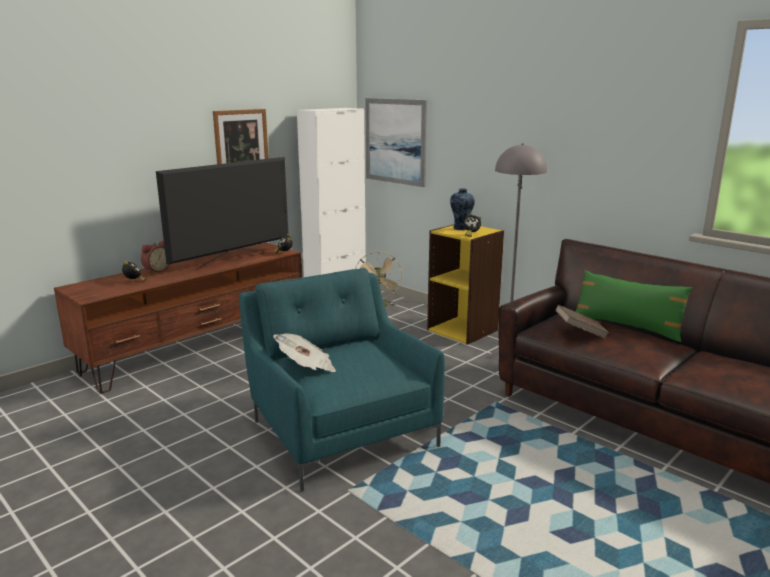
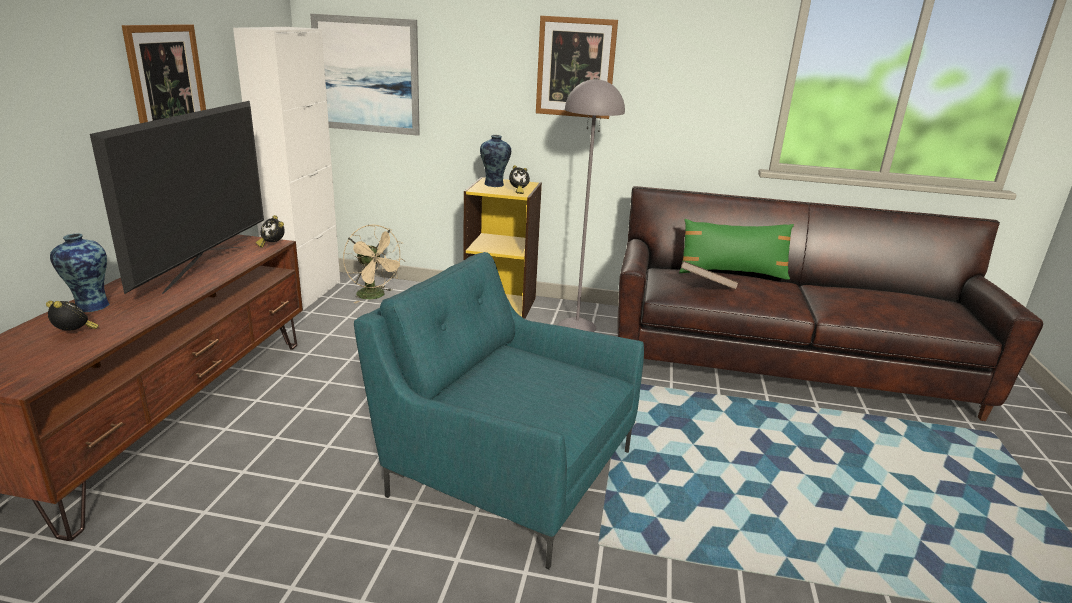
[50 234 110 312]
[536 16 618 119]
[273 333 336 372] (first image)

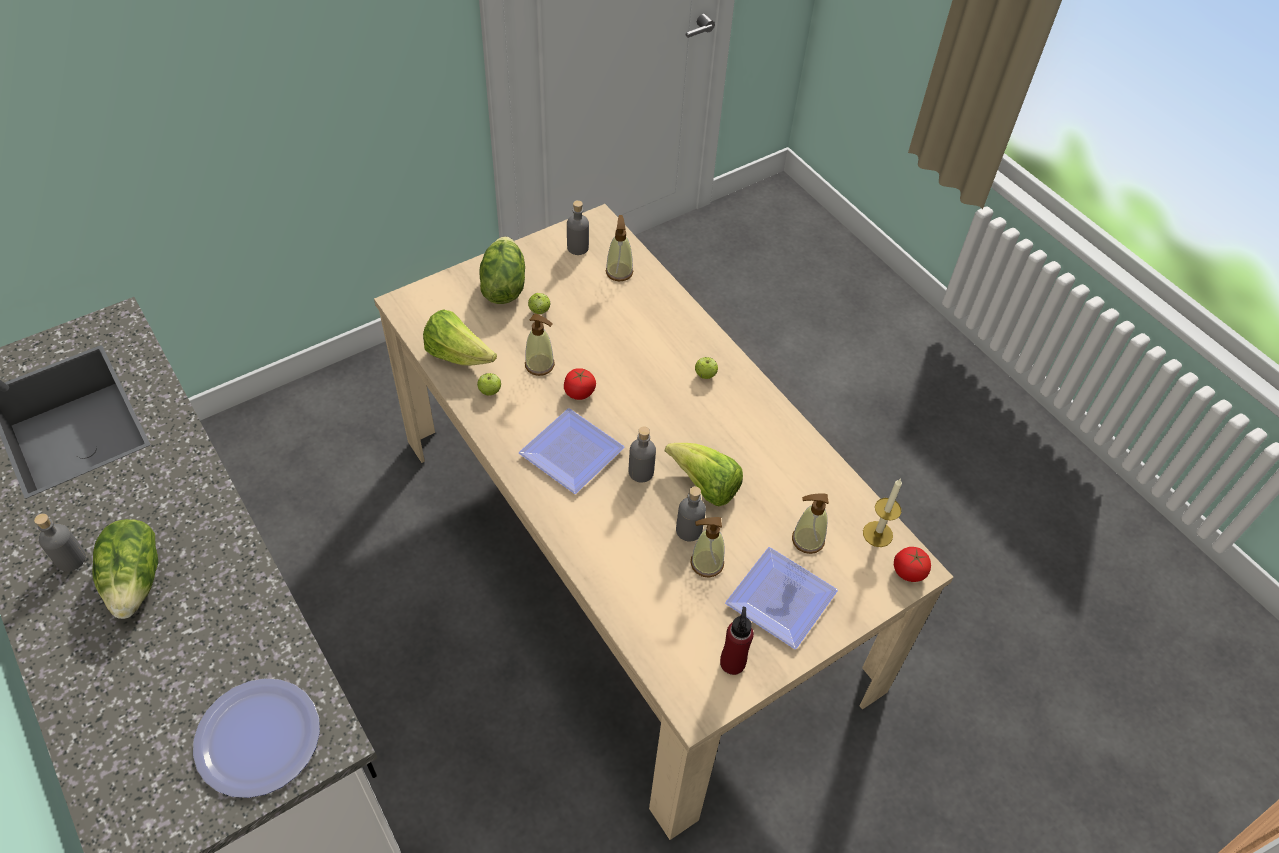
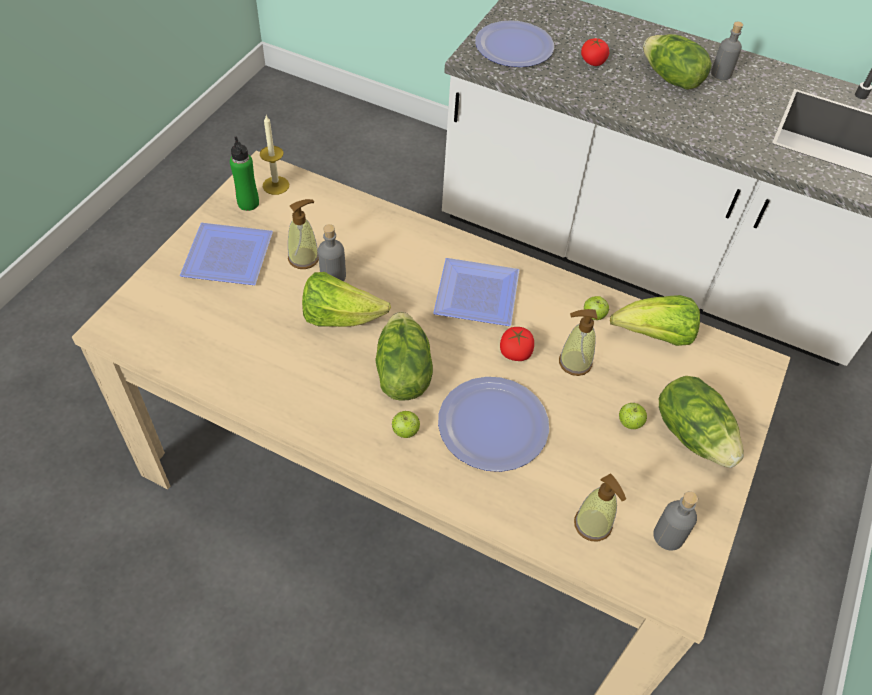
[230 136 259 211]
[260 115 289 195]
[375 312 433 401]
[438 377 549 472]
[581 38 609 66]
[629 426 656 482] (first image)
[792 493 829 554] (first image)

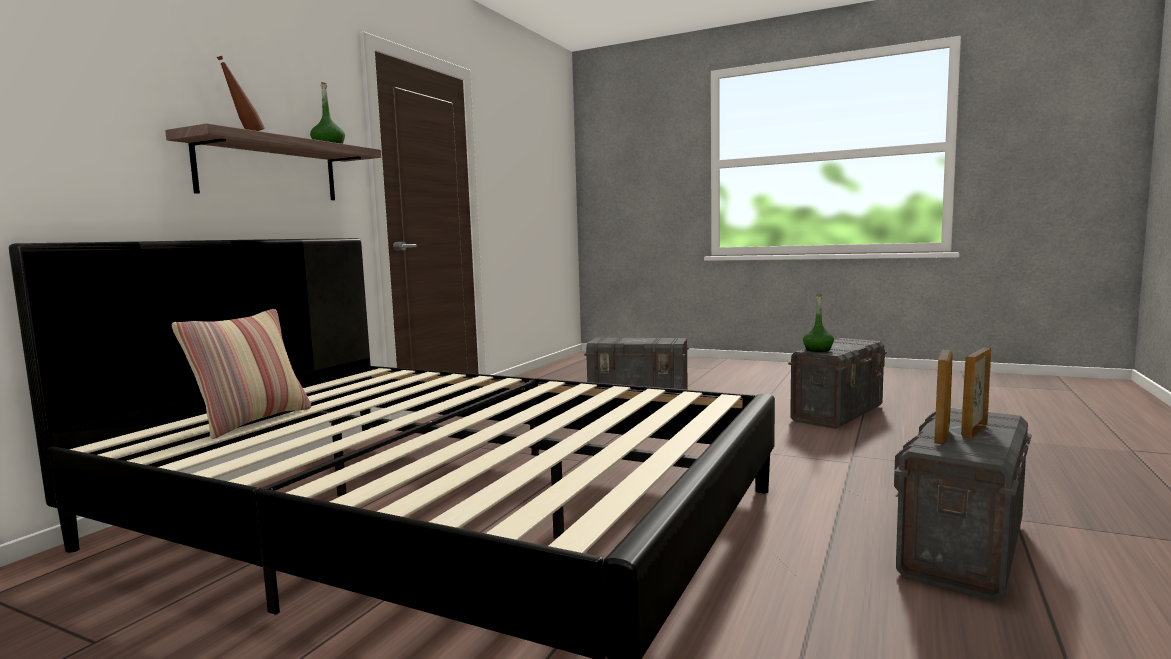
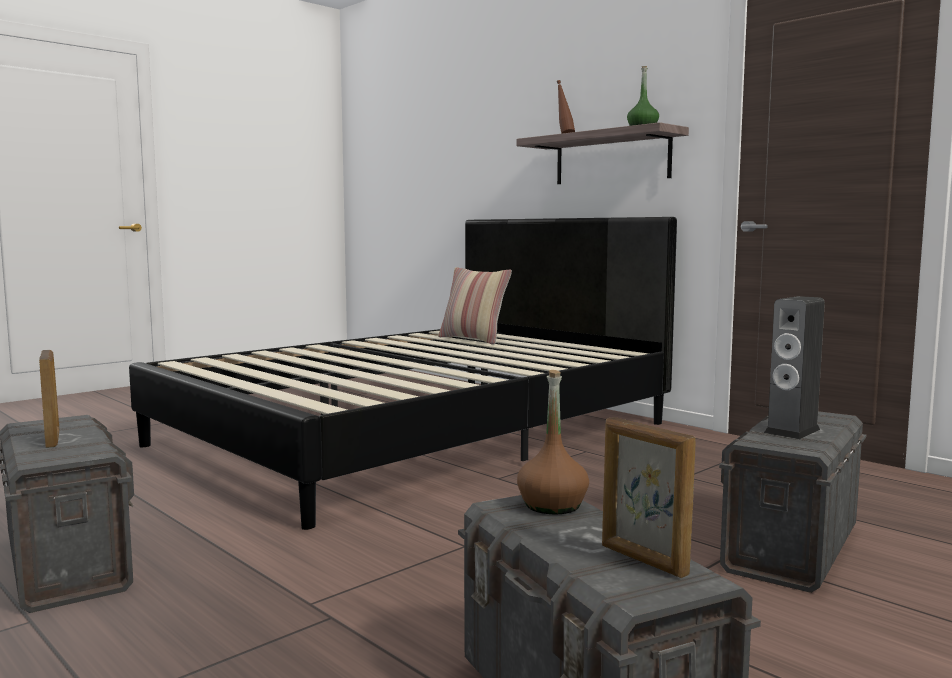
[517 370 589 514]
[602 417 696 578]
[764 296 825 439]

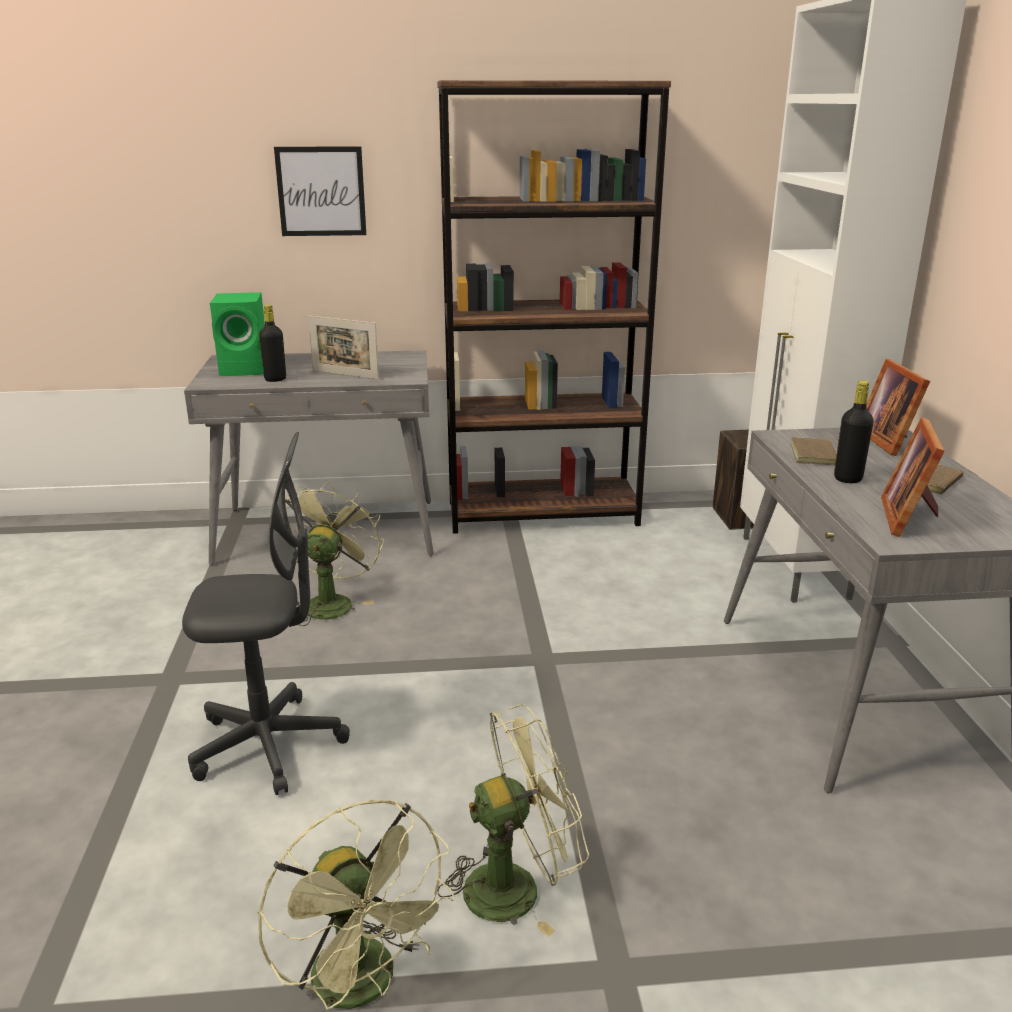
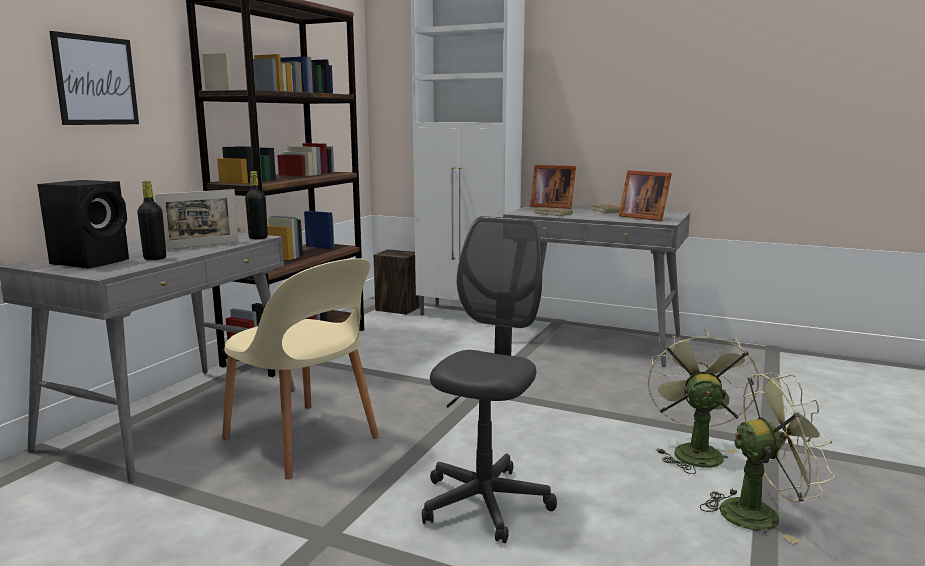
[37 180 129 268]
[222 258 379 479]
[245 171 268 239]

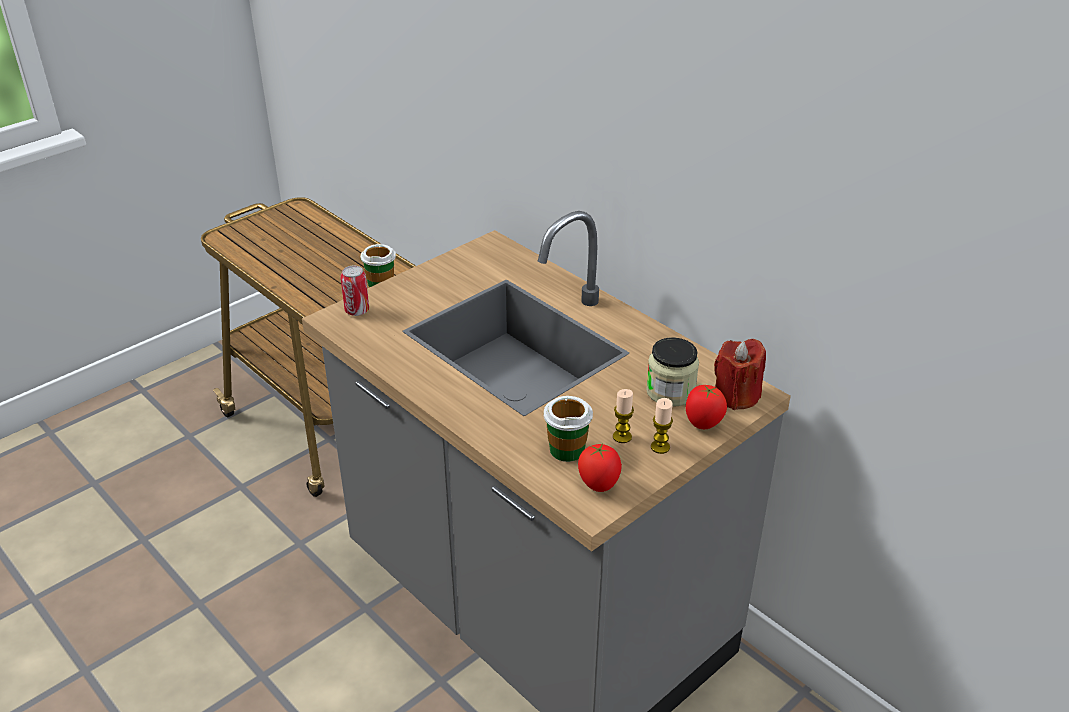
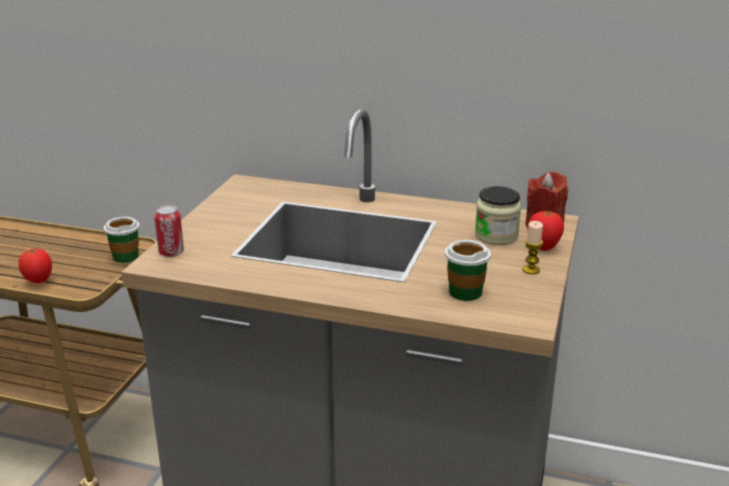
[18 248 52 283]
[613 389 634 443] (first image)

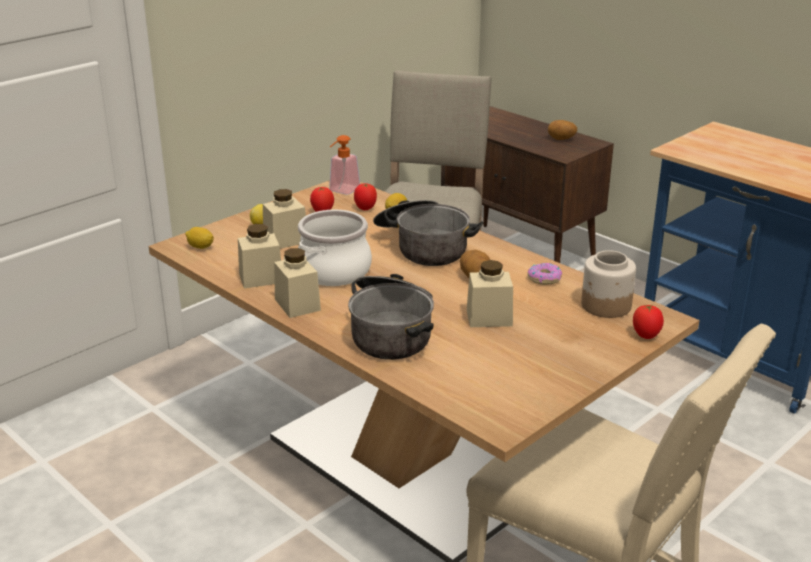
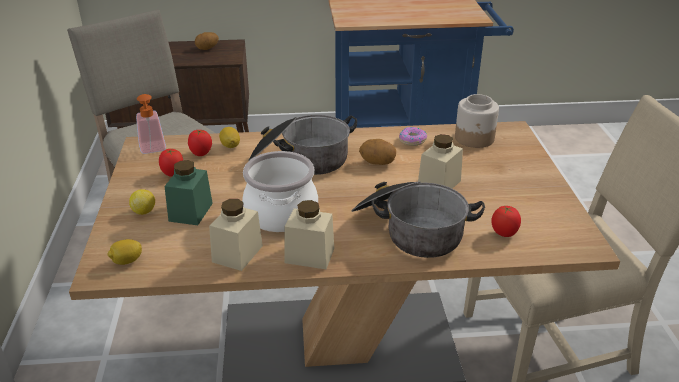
[164 160 213 225]
[492 205 521 237]

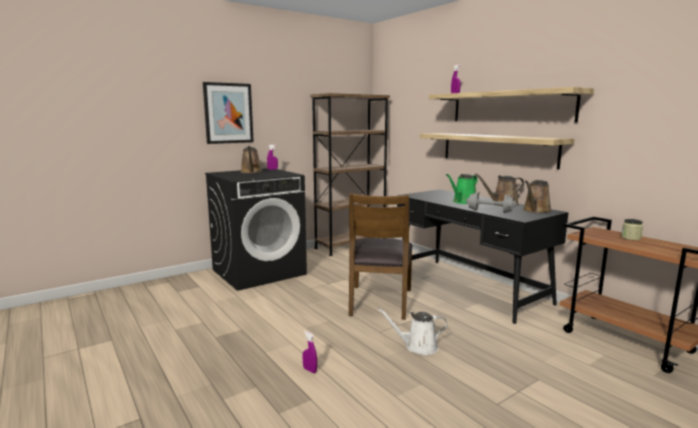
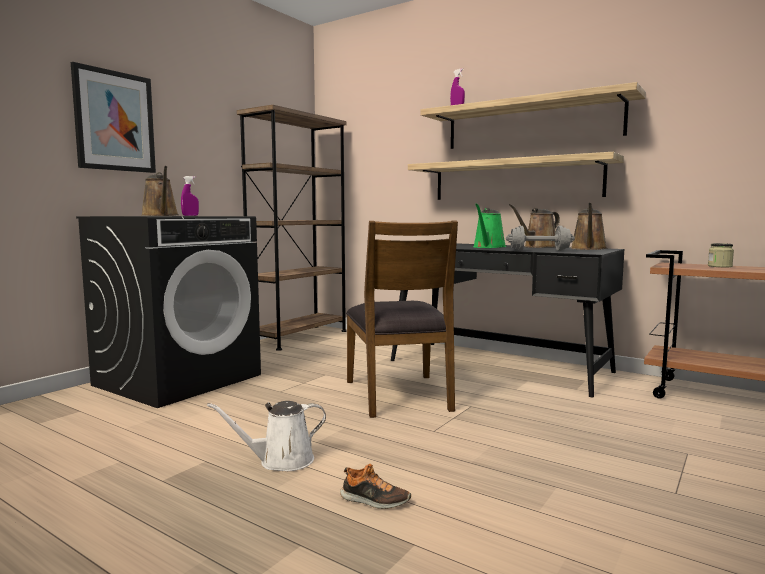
[207 401 326 471]
[340 464 411 509]

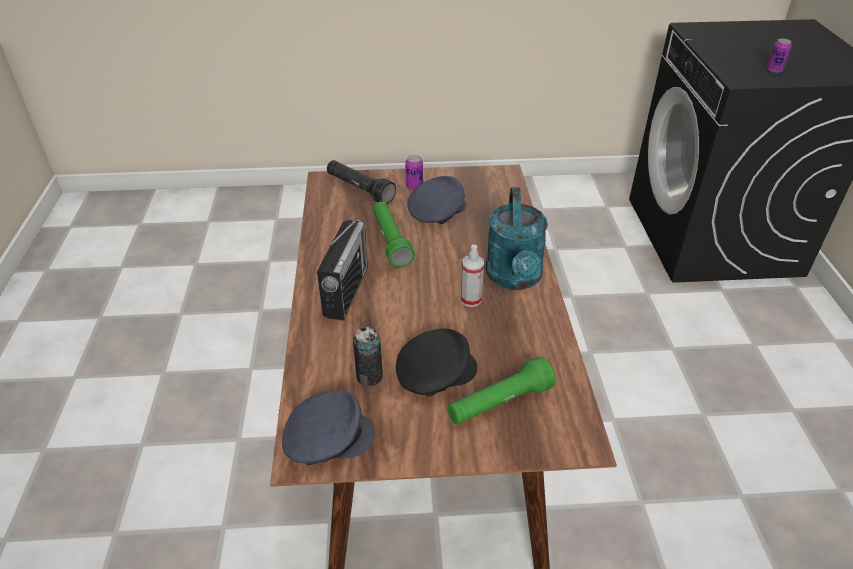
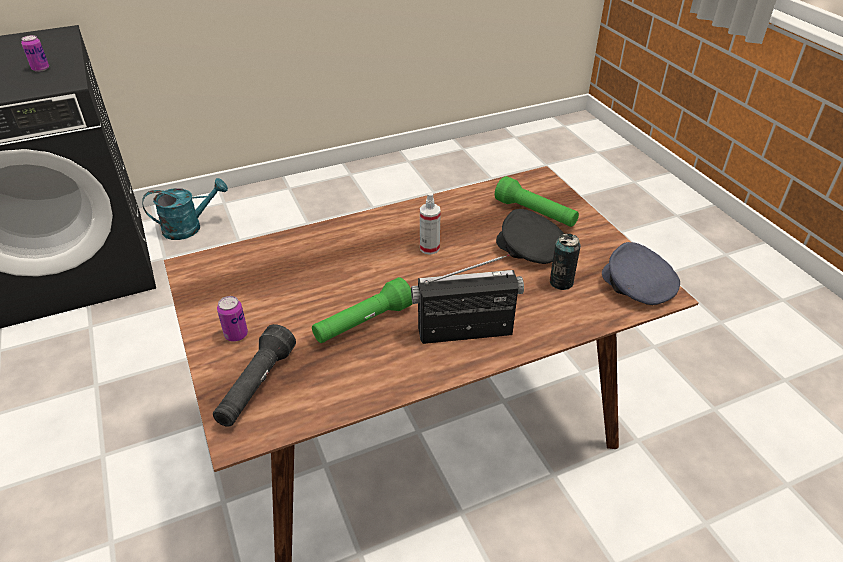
[142 178 228 240]
[408 176 466 224] (first image)

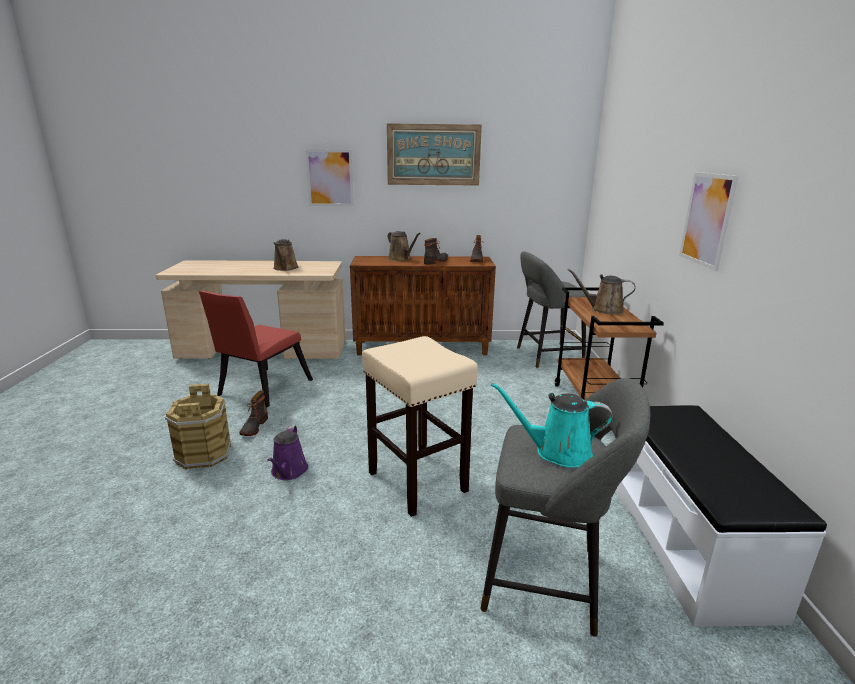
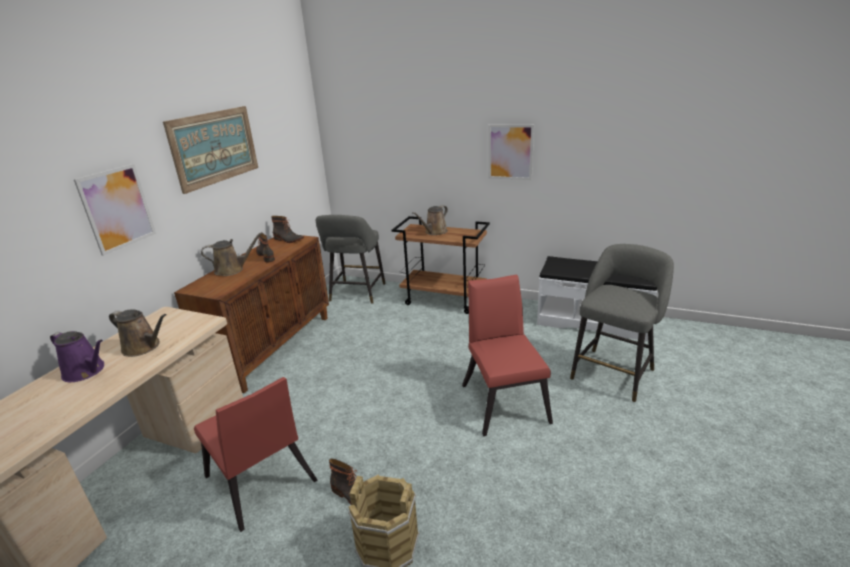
[50 331 104 382]
[462 274 553 436]
[491 383 613 468] (first image)

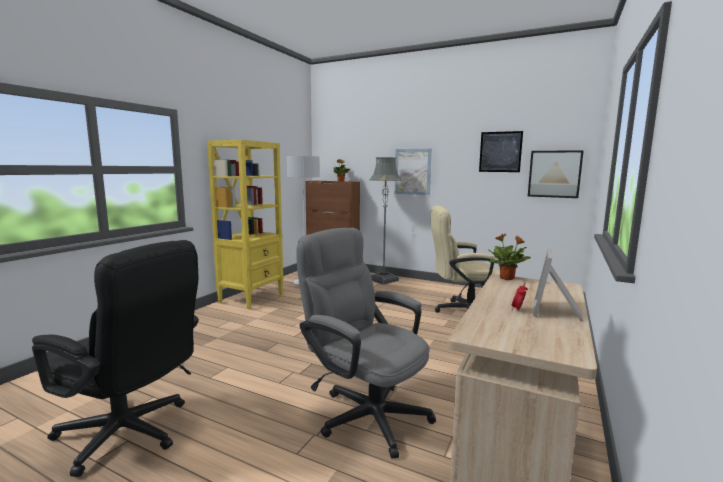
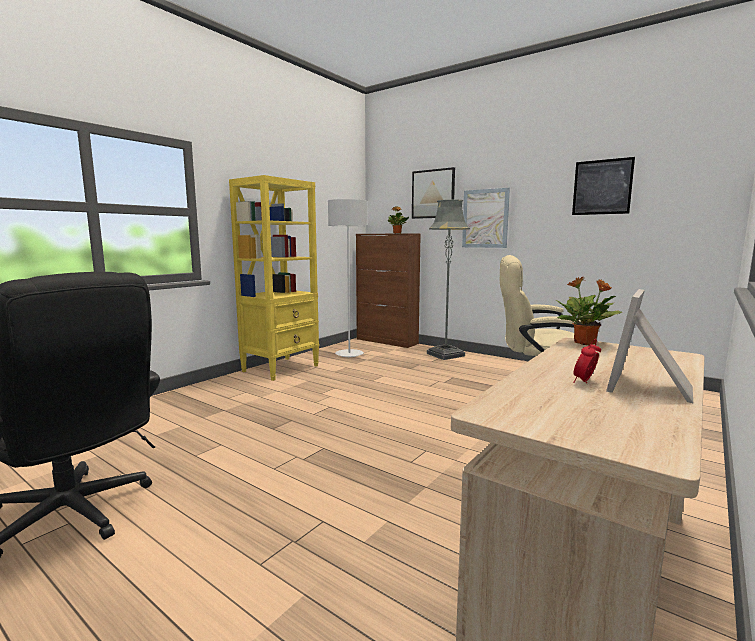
[412 167 455 219]
[296 228 436 459] (first image)

